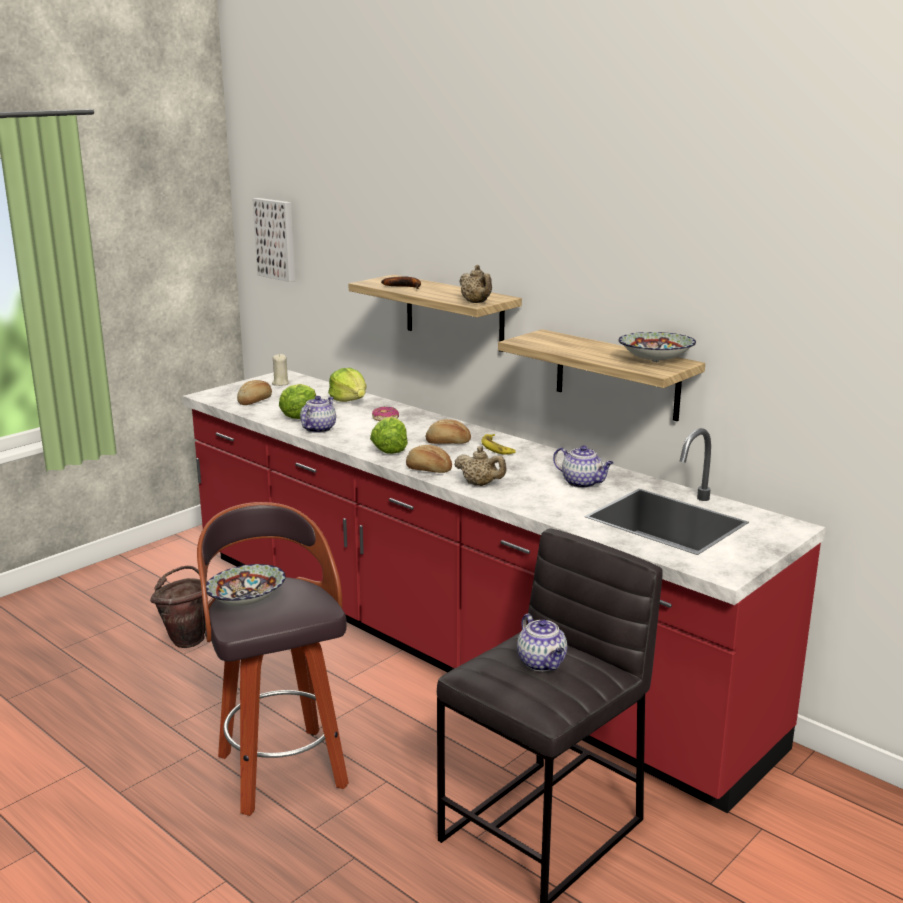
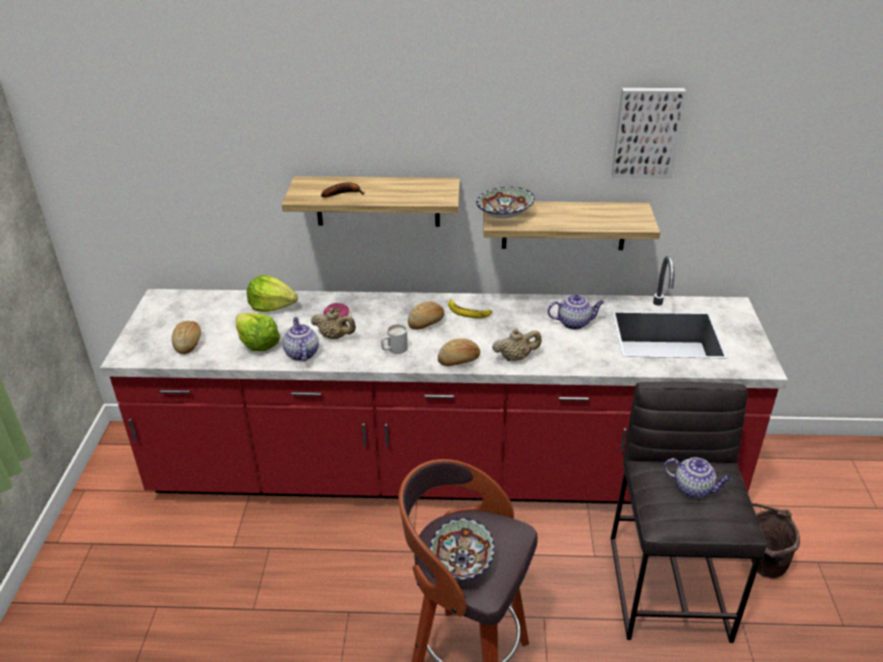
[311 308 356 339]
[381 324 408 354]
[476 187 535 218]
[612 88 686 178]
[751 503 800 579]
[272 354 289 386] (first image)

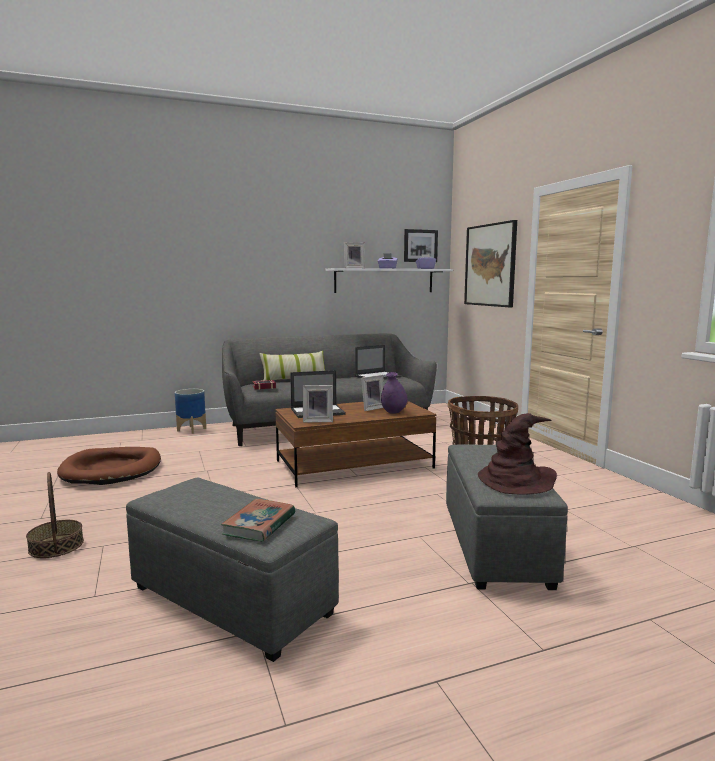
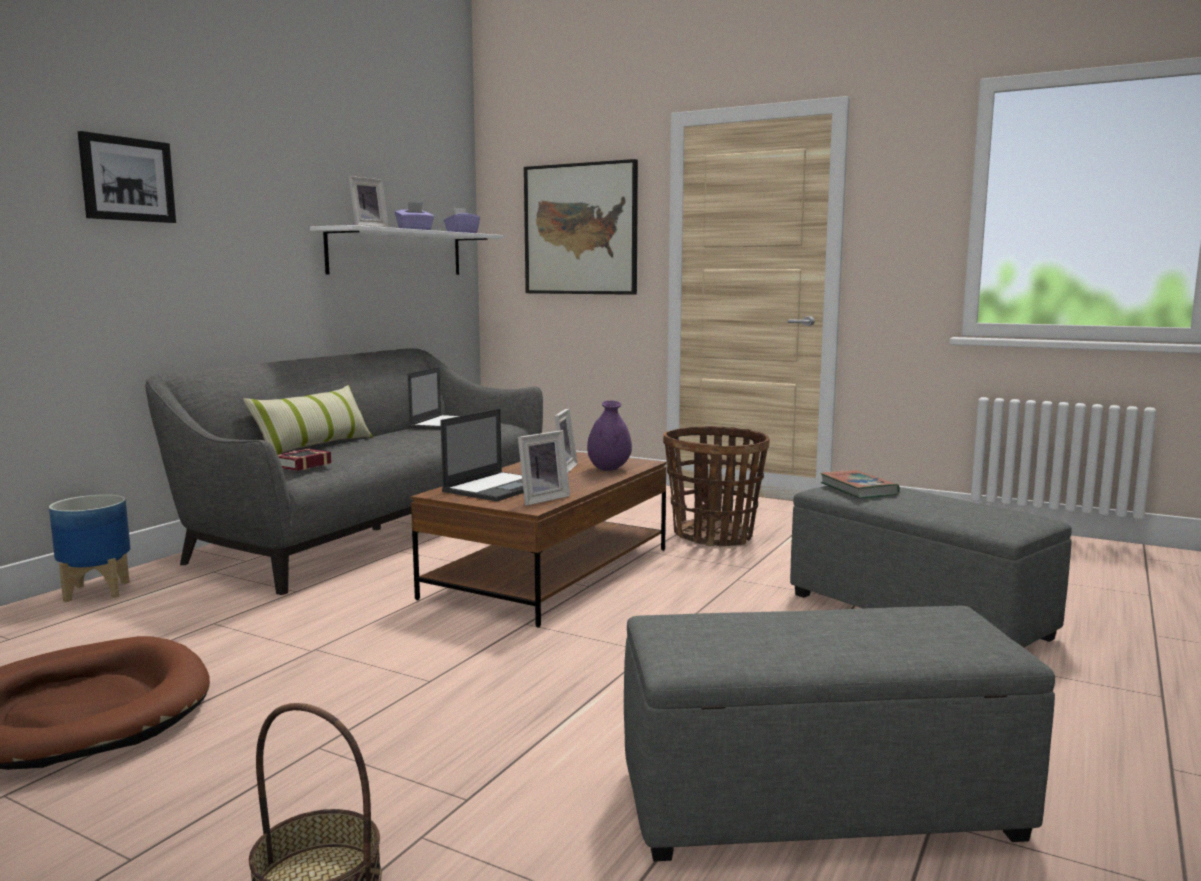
[78 131 176 223]
[820 470 900 498]
[478 413 557 495] (first image)

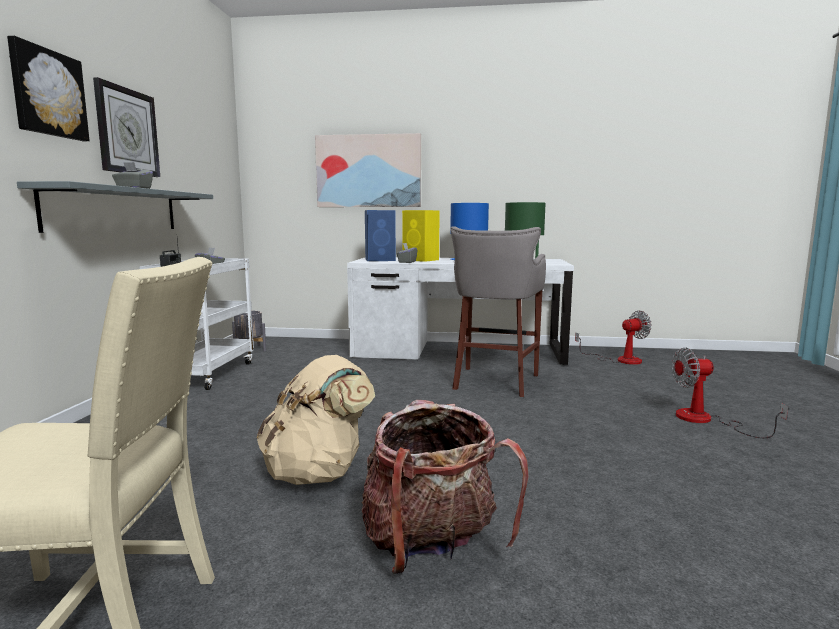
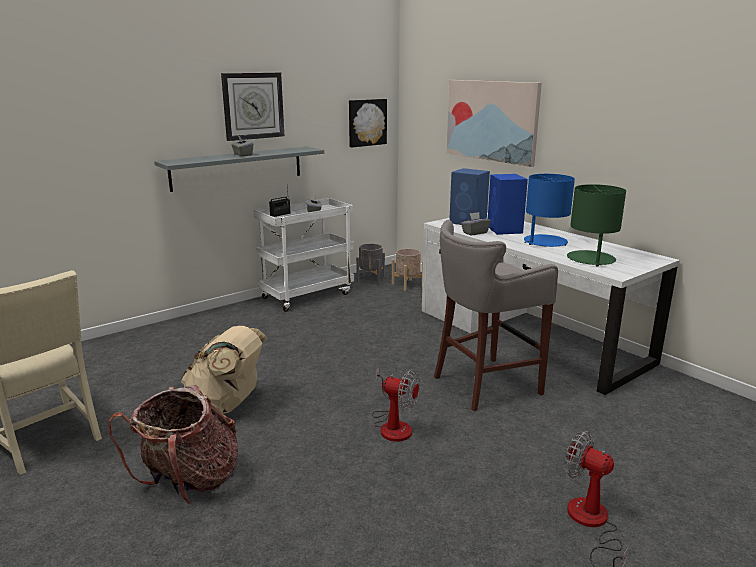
[349 99 387 147]
[372 368 420 442]
[392 249 423 291]
[488 174 528 235]

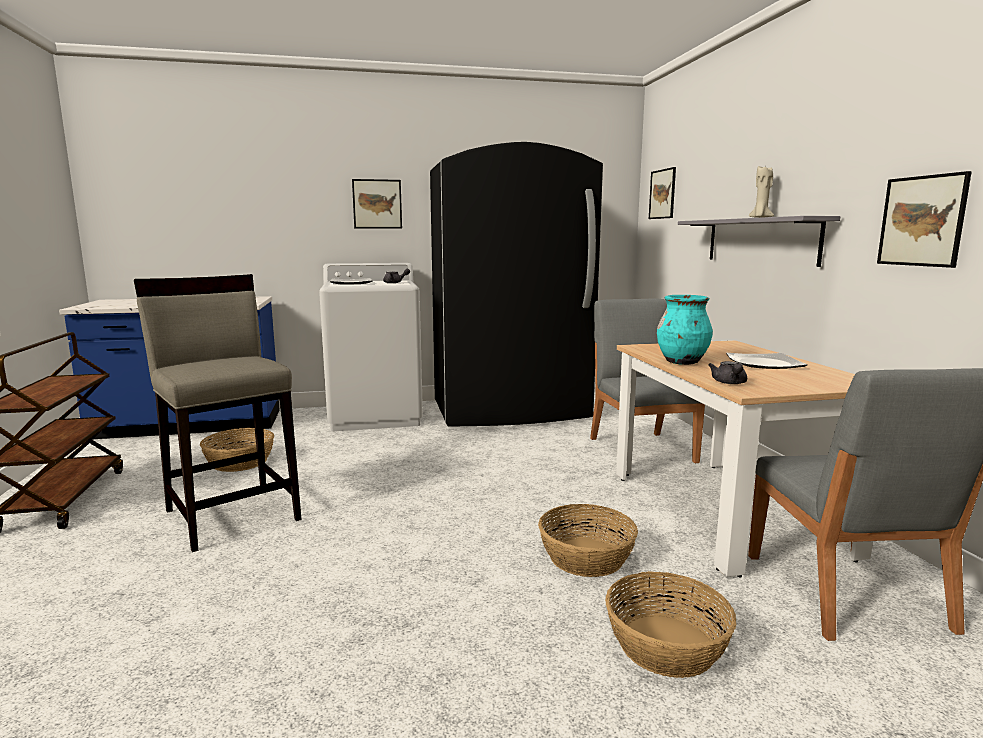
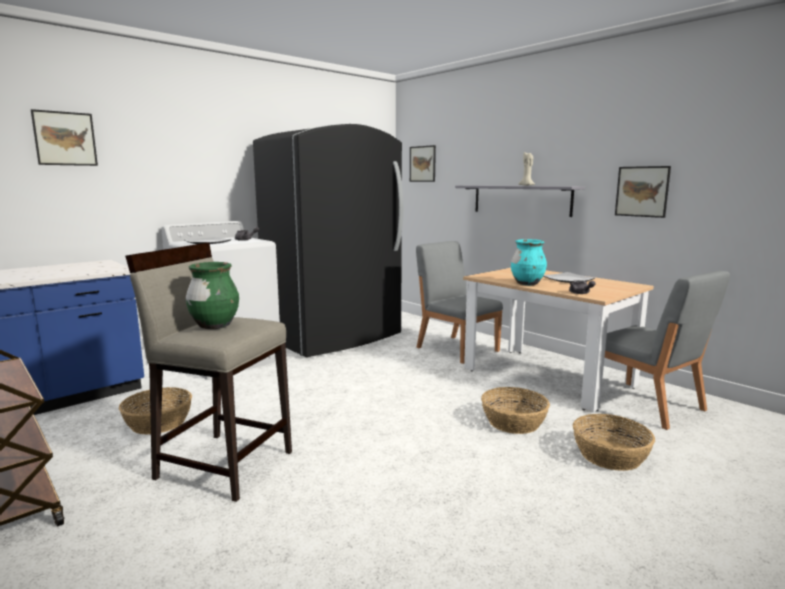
[31 109 98 166]
[186 262 239 329]

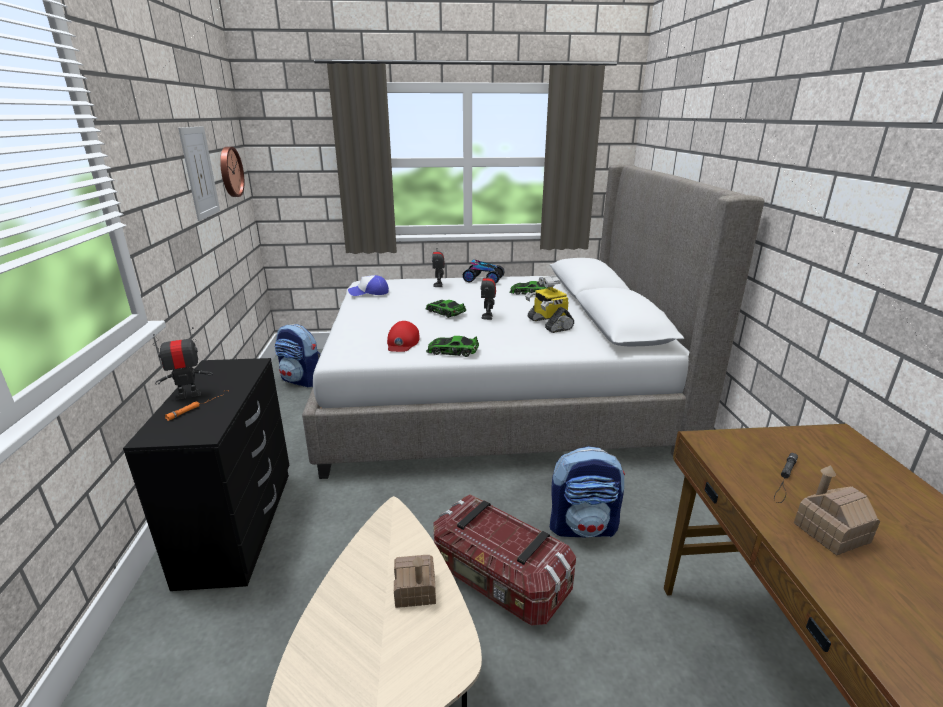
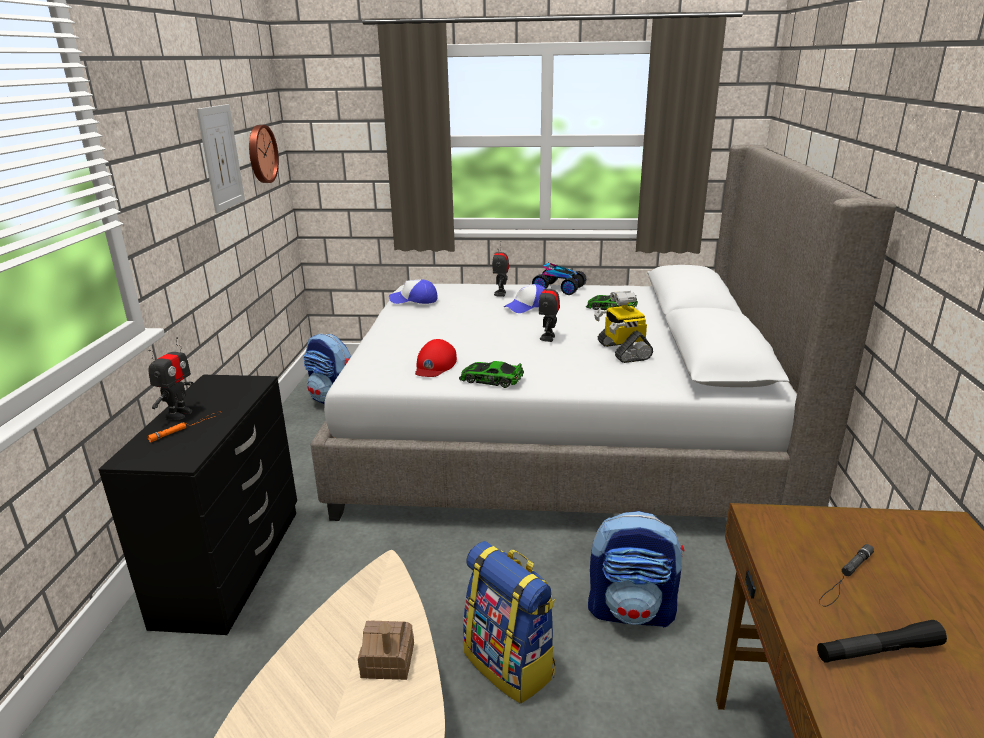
[149 337 194 420]
[463 541 555 704]
[504 284 546 313]
[817 620 947 663]
[426 300 466 318] (first image)

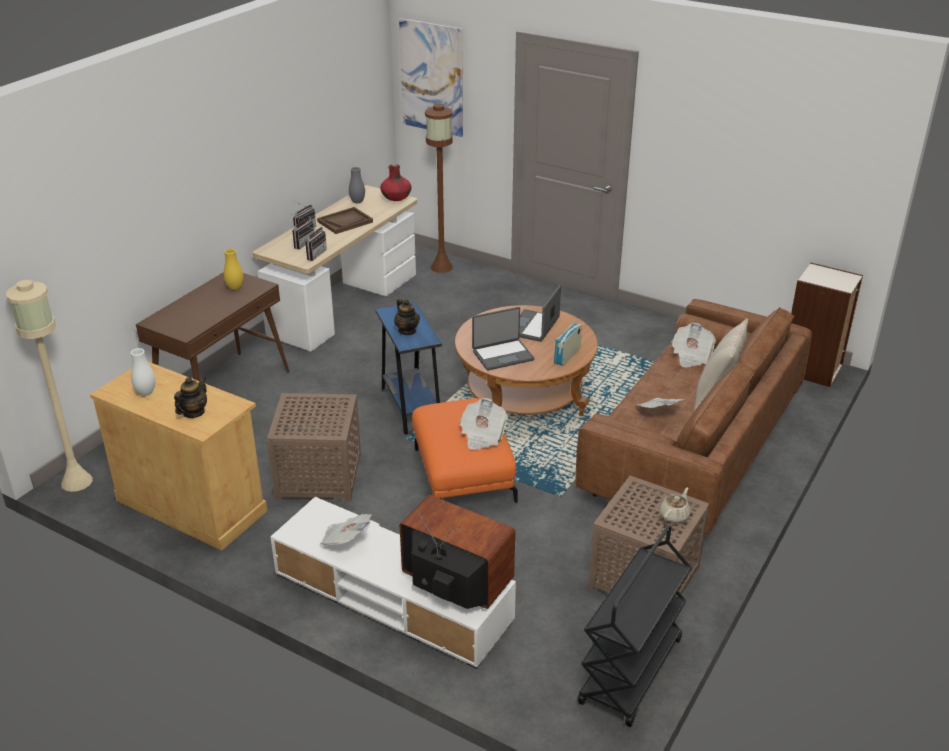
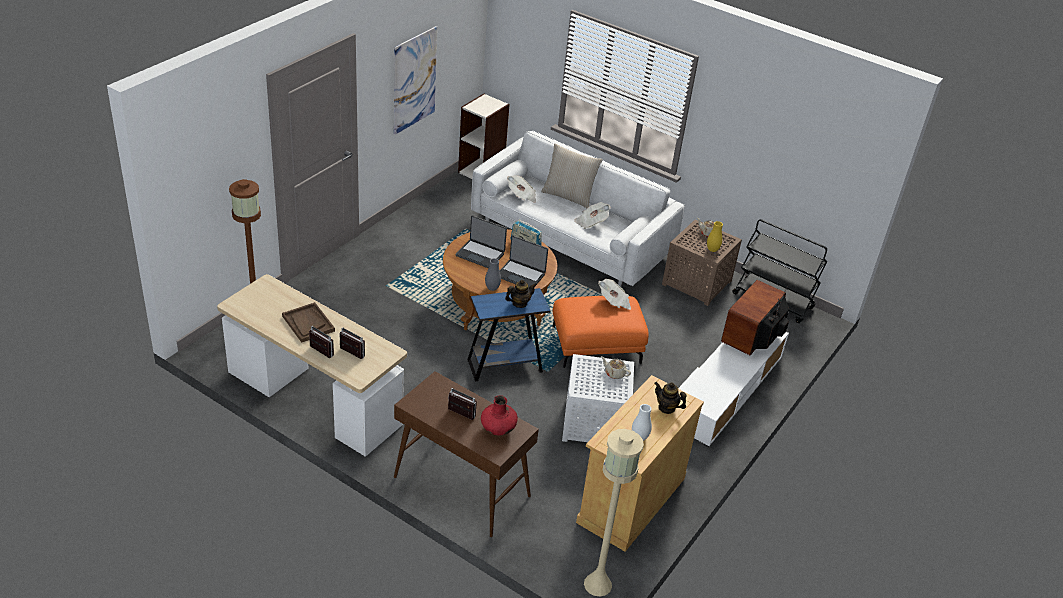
[394 26 437 135]
[448 388 477 420]
[471 131 685 287]
[481 395 518 436]
[485 258 501 291]
[500 235 548 287]
[562 354 634 442]
[601 356 631 379]
[707 221 723 252]
[320 514 372 545] (first image)

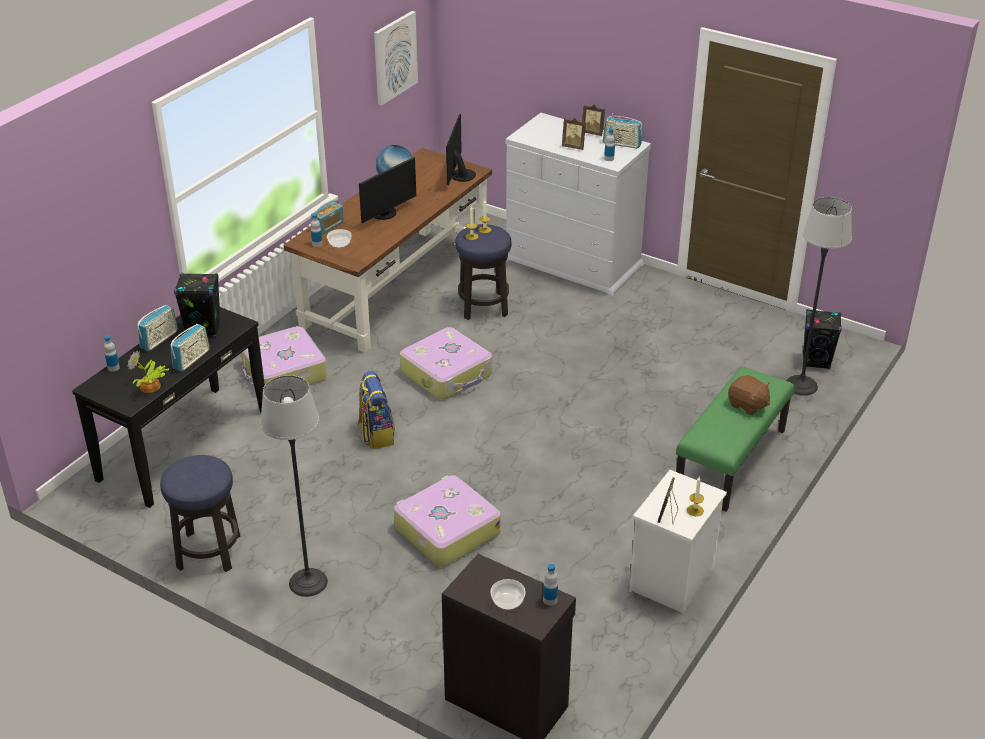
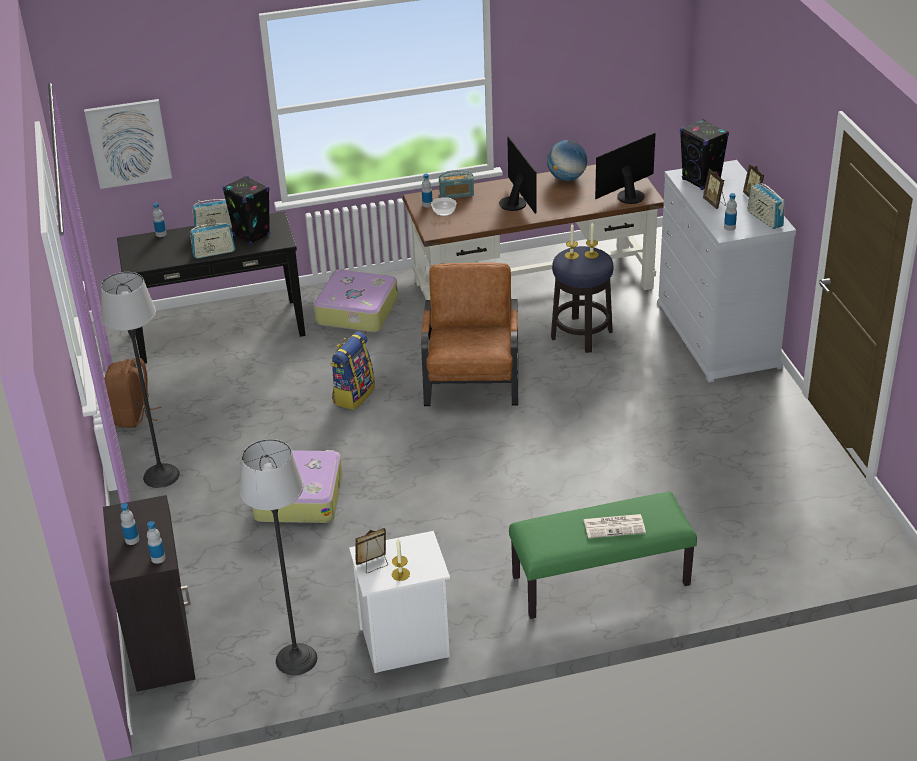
[84 99 172 189]
[104 358 161 428]
[120 503 139 545]
[240 439 317 675]
[421 263 518 406]
[499 136 537 213]
[584 514 646 538]
[680 119 729 190]
[127 350 169 393] (first image)

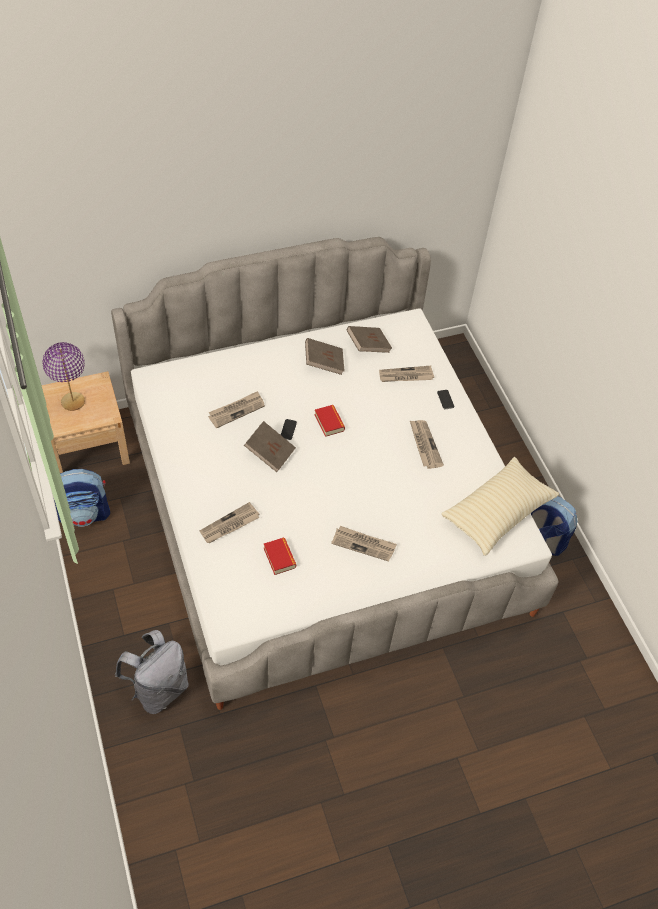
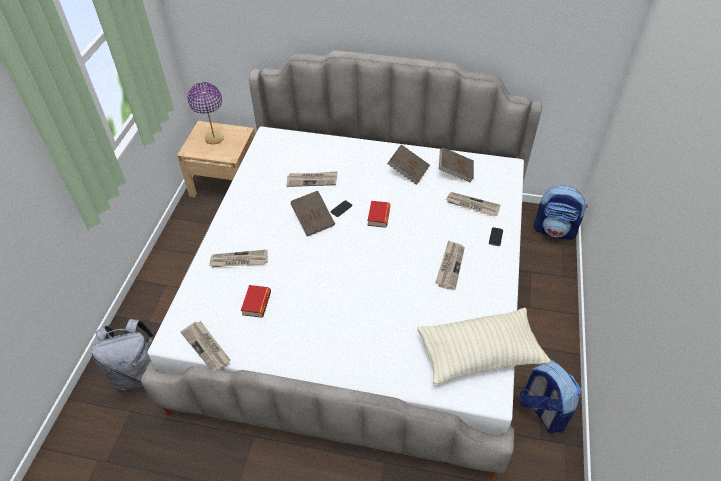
[181 321 231 373]
[533 186 588 240]

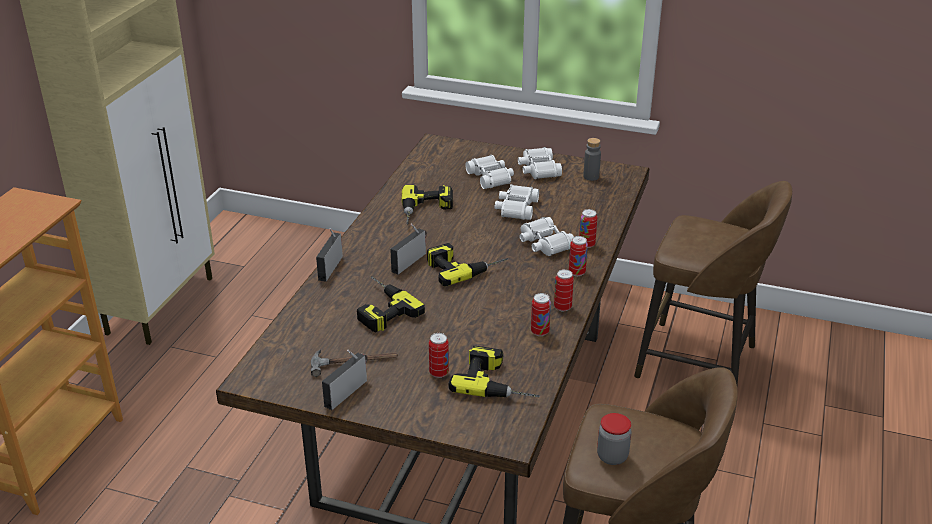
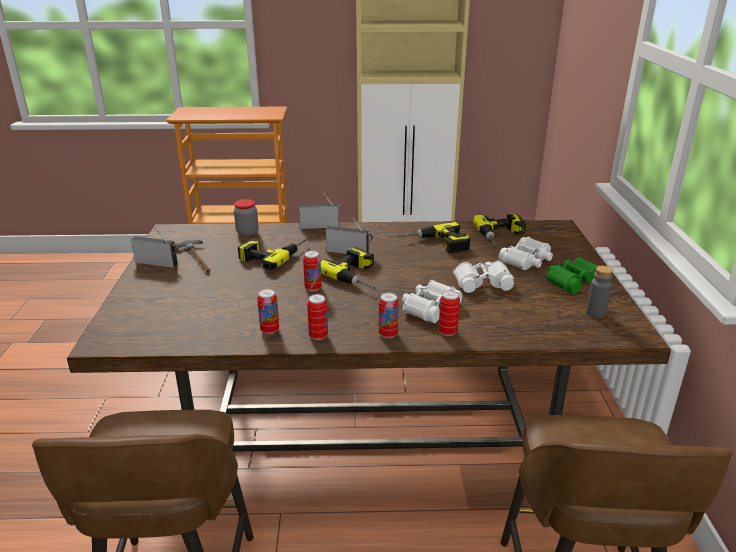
[234 199 259 237]
[303 250 322 291]
[473 214 526 246]
[546 257 599 294]

